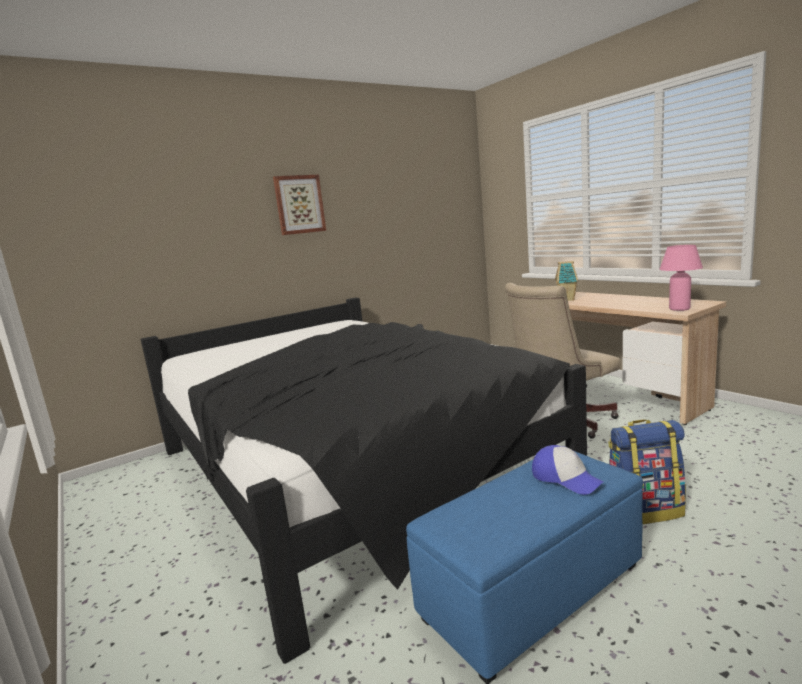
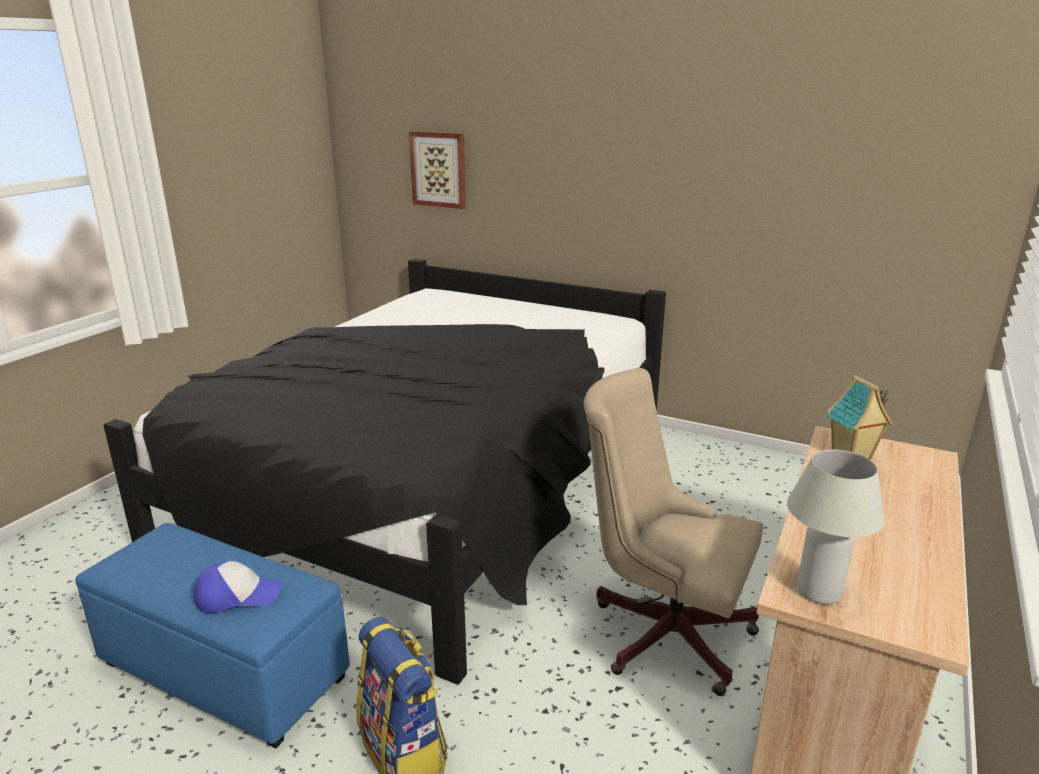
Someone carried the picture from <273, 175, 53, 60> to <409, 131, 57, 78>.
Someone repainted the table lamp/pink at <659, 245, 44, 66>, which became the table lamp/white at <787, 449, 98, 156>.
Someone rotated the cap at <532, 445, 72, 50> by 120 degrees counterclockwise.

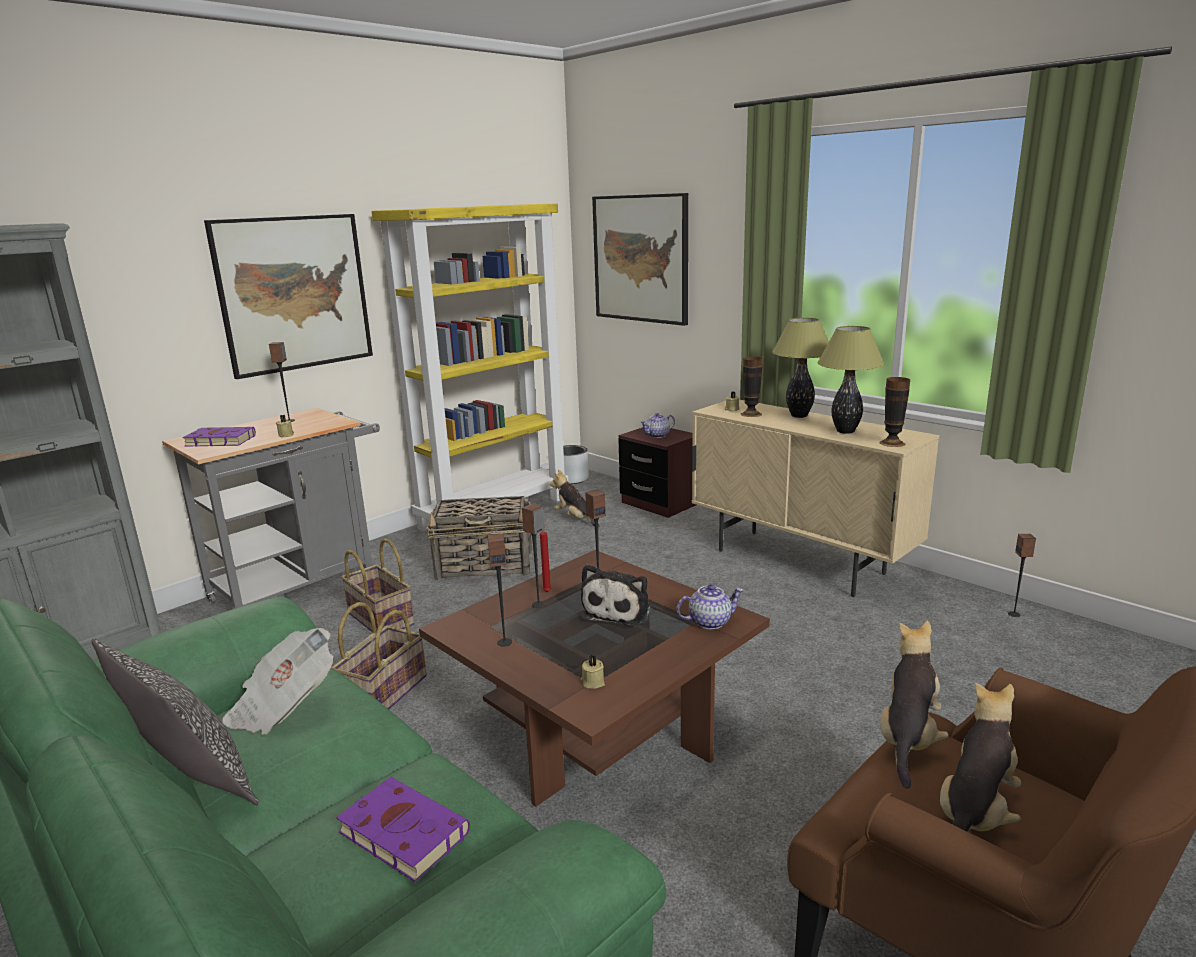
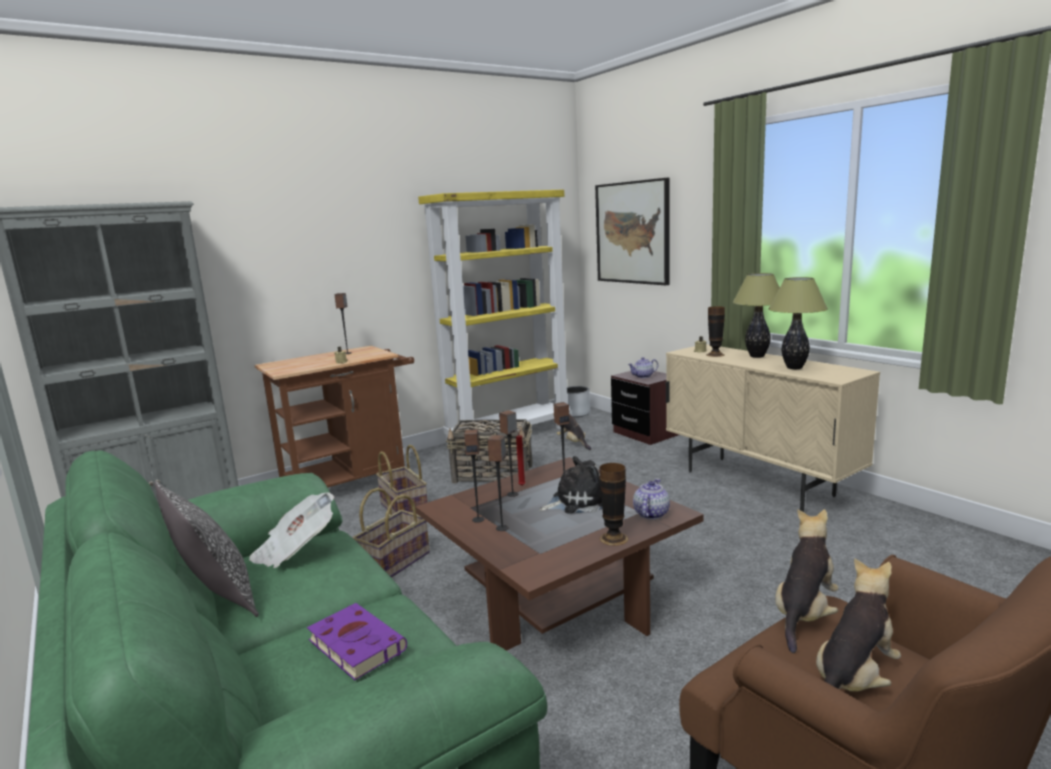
Someone took away the book/purple at <182, 427, 74, 20>.
Someone took away the picture at <204, 214, 169, 165>.
Someone took away the candle/beige at <581, 655, 24, 34>.
Someone carried the vase from <879, 377, 31, 70> to <599, 463, 30, 83>.
Someone carried the speaker from <1008, 534, 28, 83> to <487, 435, 21, 96>.
Someone repainted the cart/grey at <162, 408, 218, 201>, which became the cart/brown at <255, 346, 159, 141>.
Someone rotated the plush toy at <580, 564, 71, 63> by 135 degrees counterclockwise.
Someone rotated the teapot at <677, 584, 67, 45> by 60 degrees counterclockwise.

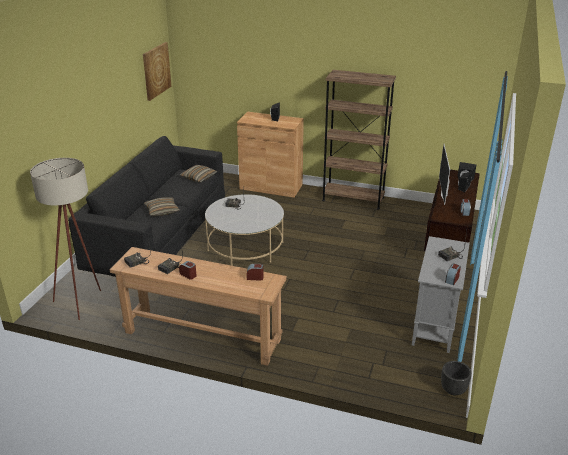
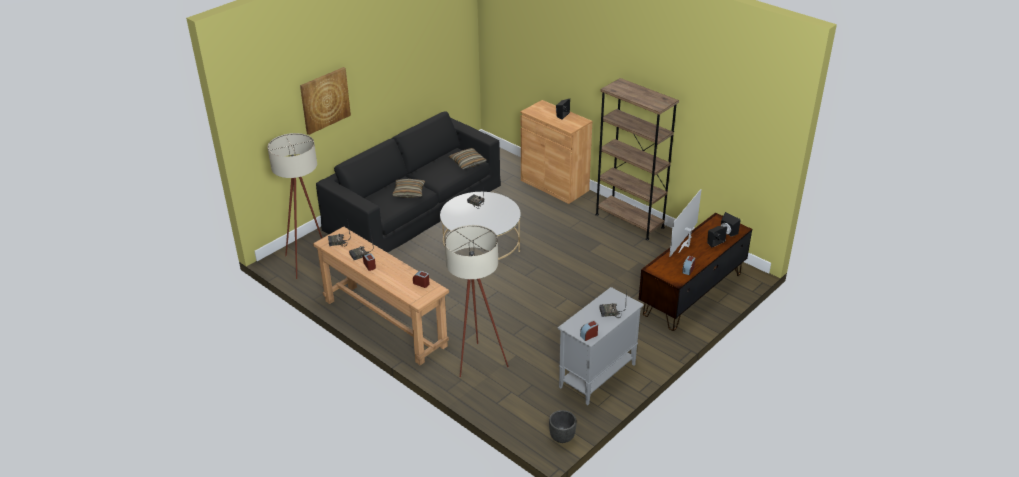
Someone put down the floor lamp/beige at <445, 225, 64, 153>.
Someone carried the picture from <143, 42, 28, 59> to <300, 67, 51, 68>.

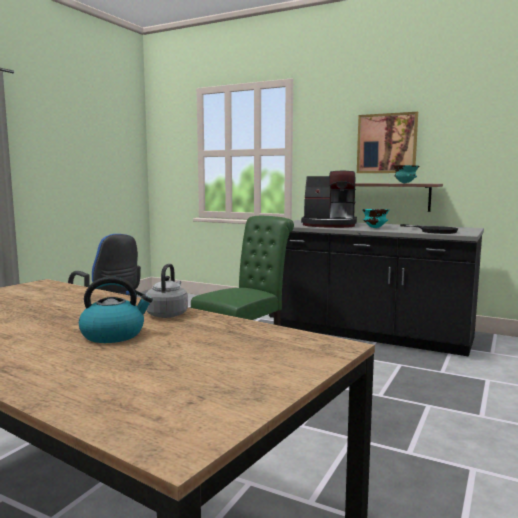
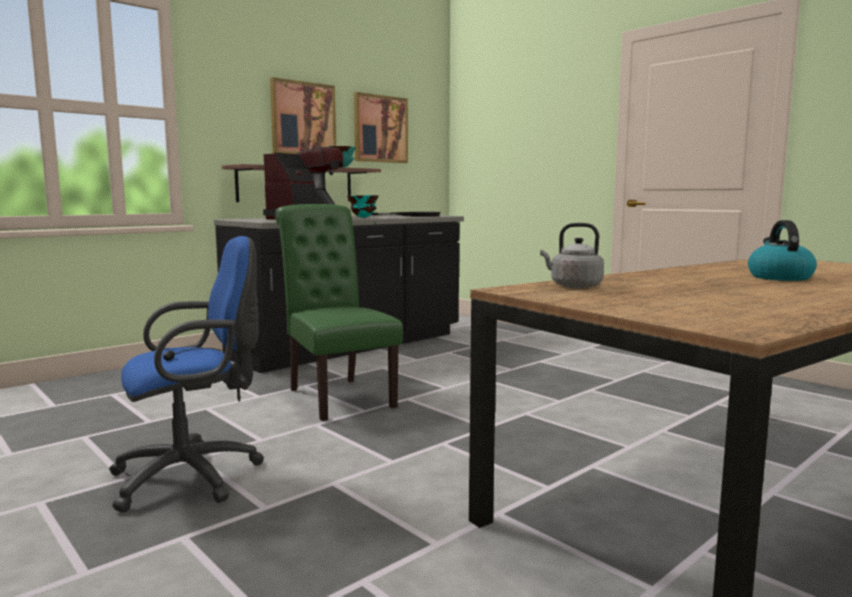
Someone put up the picture at <354, 92, 54, 71>.
Someone carried the kettle/grey from <146, 264, 42, 54> to <540, 223, 64, 65>.

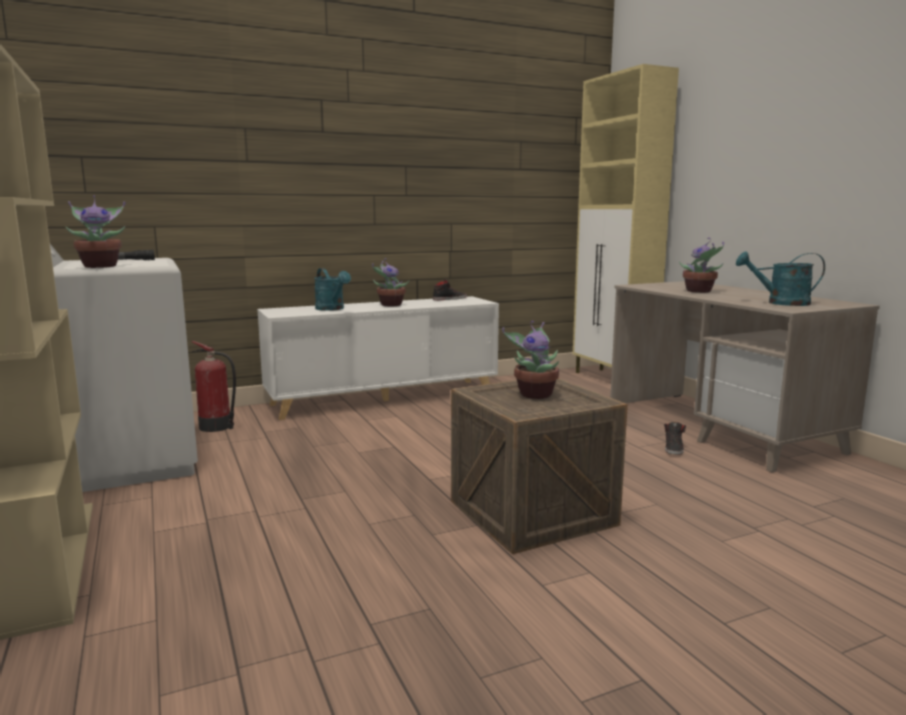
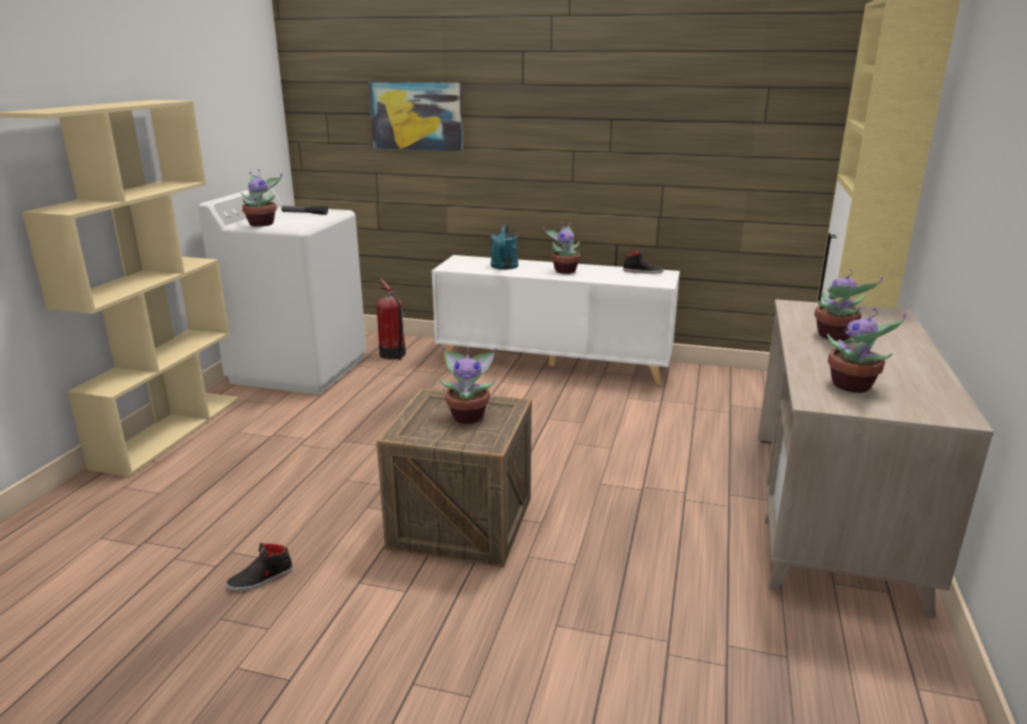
Someone put up the picture at <368, 82, 95, 70>.
Someone carried the shoe/black from <664, 422, 22, 33> to <226, 543, 67, 48>.
Someone swapped the watering can/turquoise at <736, 251, 89, 55> for the potted plant at <827, 308, 79, 85>.

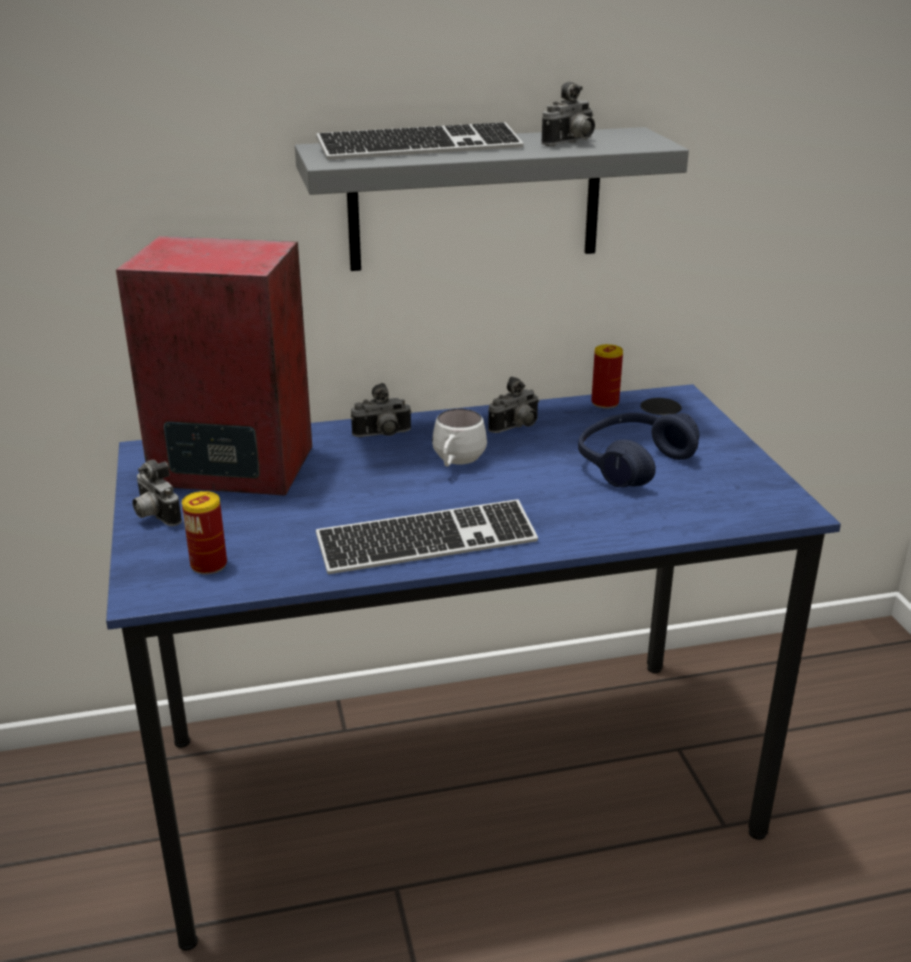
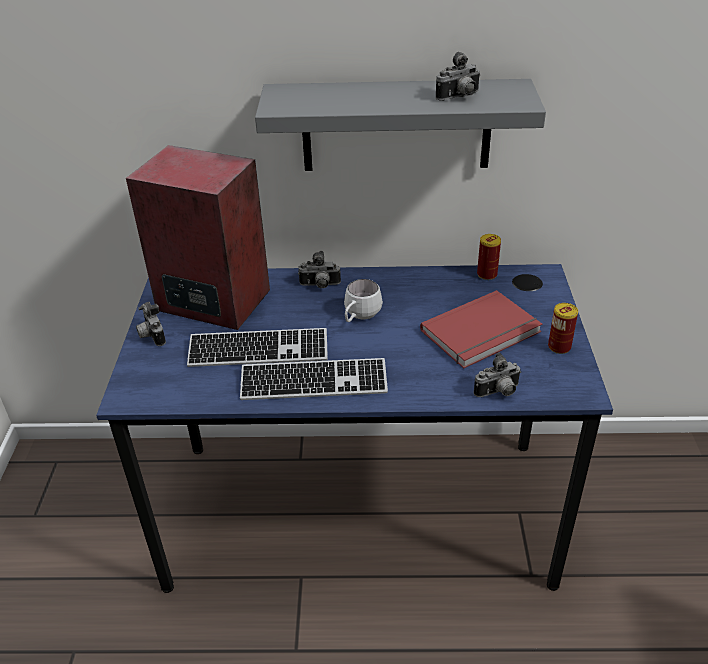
Someone carried the can from <182, 491, 45, 83> to <548, 303, 30, 51>.
Someone carried the keyboard from <316, 122, 208, 38> to <187, 328, 141, 39>.
Someone carried the photo camera from <488, 376, 52, 57> to <473, 352, 48, 45>.
Someone swapped the headphones/blue at <578, 413, 121, 74> for the book/red at <420, 290, 122, 78>.

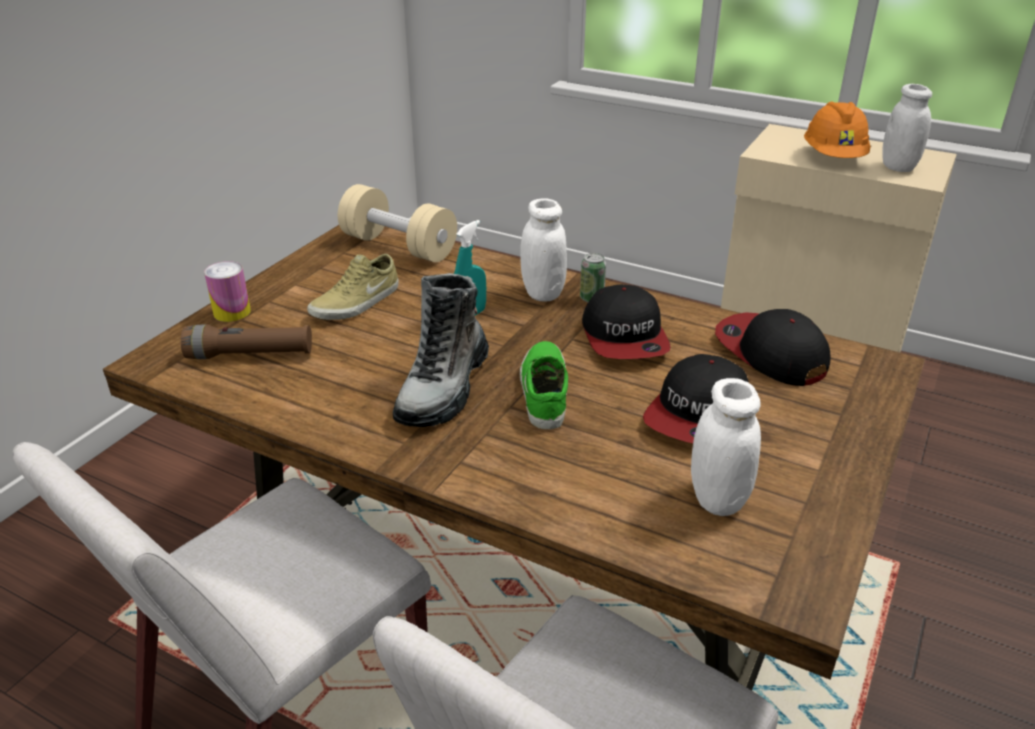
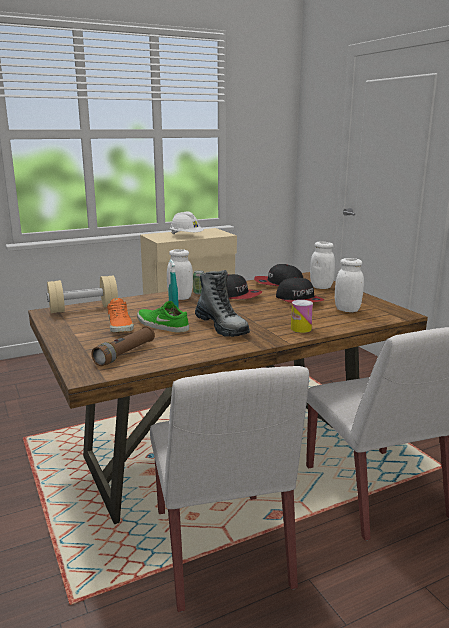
Someone carried the can from <204, 261, 47, 61> to <291, 300, 22, 33>.
Someone carried the shoe/green from <520, 341, 48, 88> to <137, 301, 52, 32>.
Someone carried the jar/white from <882, 84, 50, 88> to <310, 241, 25, 48>.
Someone repainted the shoe/beige at <307, 254, 92, 66>, which became the shoe/orange at <107, 298, 27, 34>.
Someone repainted the hard hat/orange at <804, 101, 67, 57>, which became the hard hat/white at <170, 211, 34, 24>.

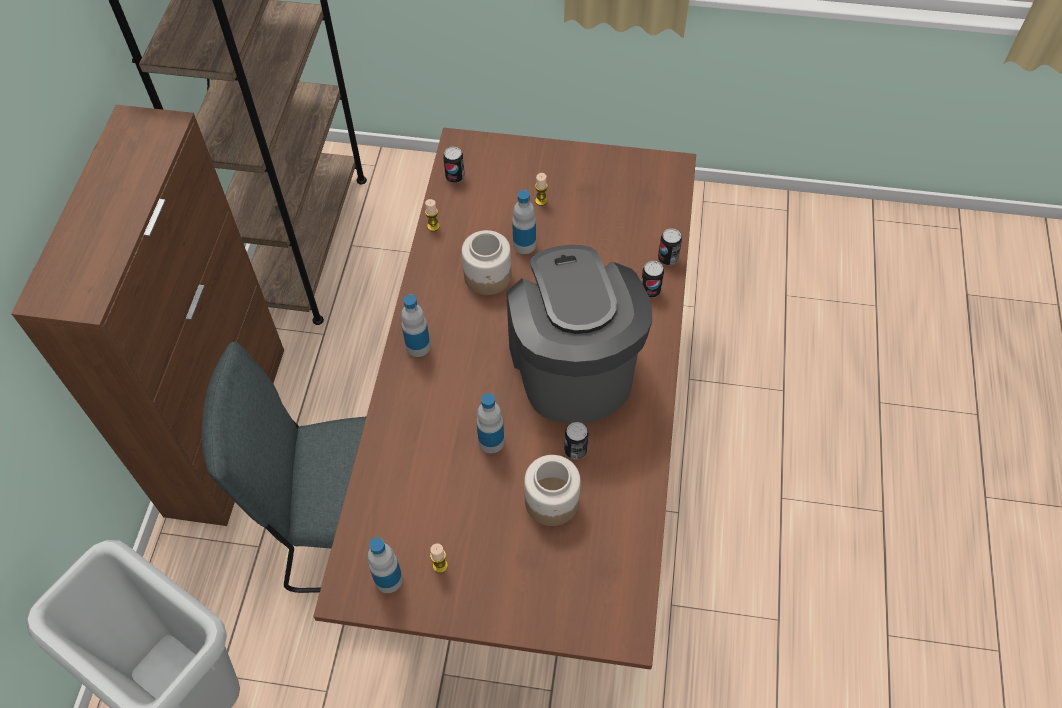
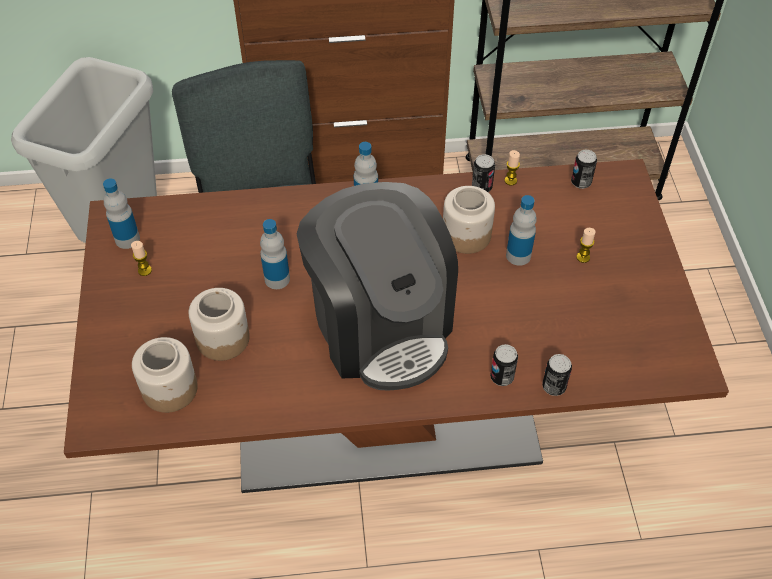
Someone put down the jar at <132, 337, 66, 76>.
Someone carried the can from <564, 422, 25, 38> to <472, 154, 23, 38>.
Someone rotated the coffee machine at <506, 245, 146, 179> by 90 degrees clockwise.

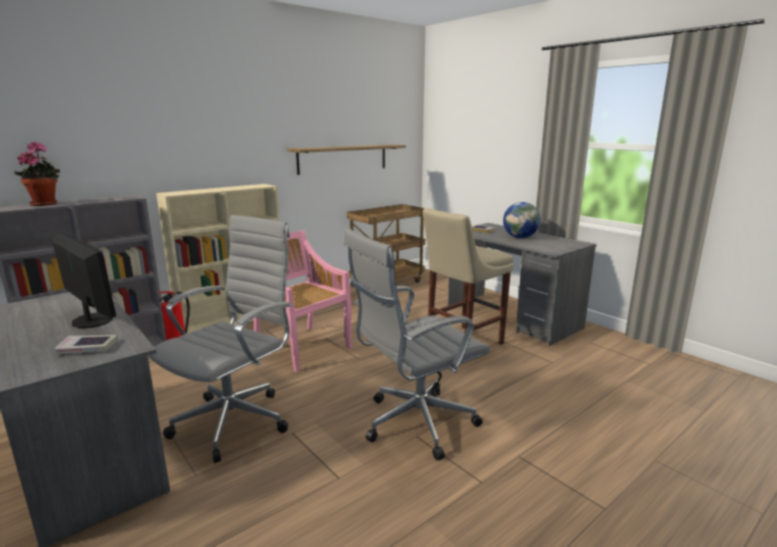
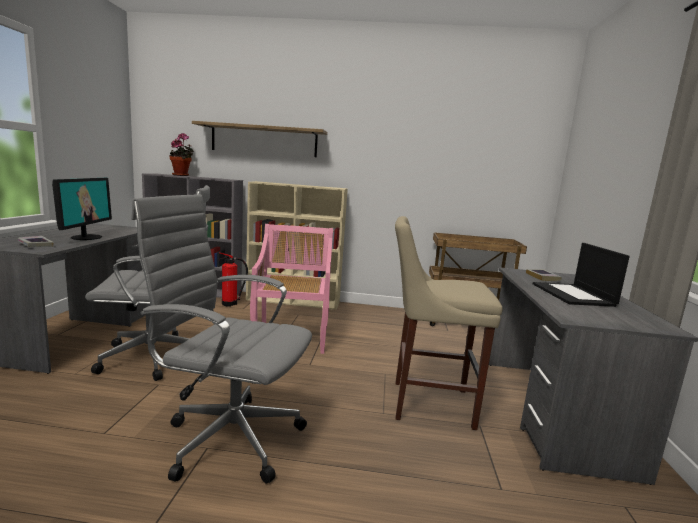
Someone carried the shelf from <287, 144, 119, 31> to <192, 121, 135, 36>.
Someone swapped the globe at <503, 202, 38, 36> for the laptop at <533, 243, 97, 64>.

